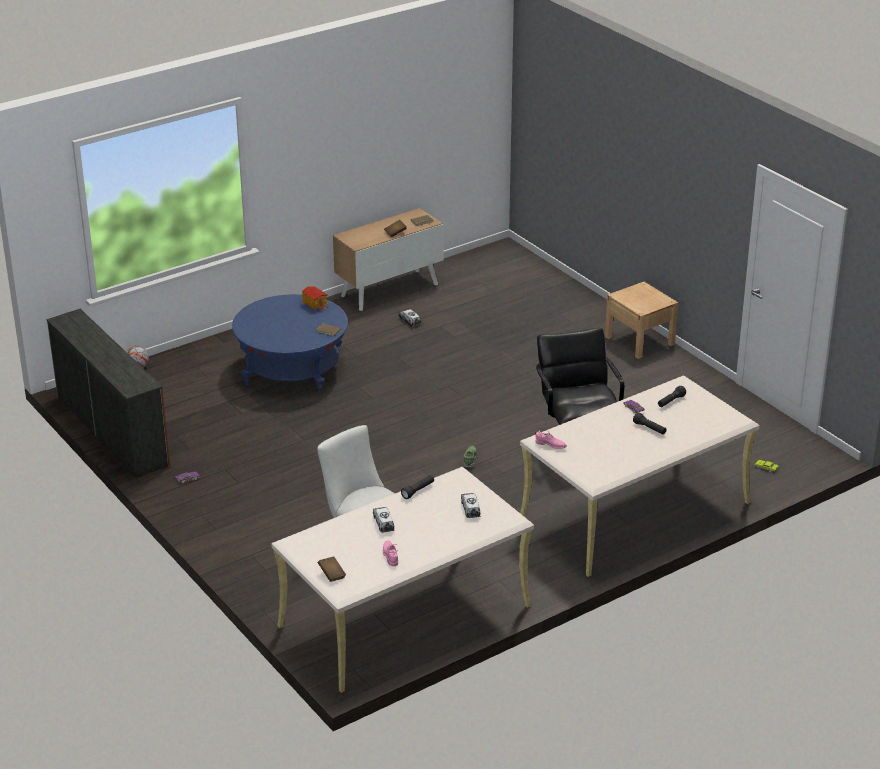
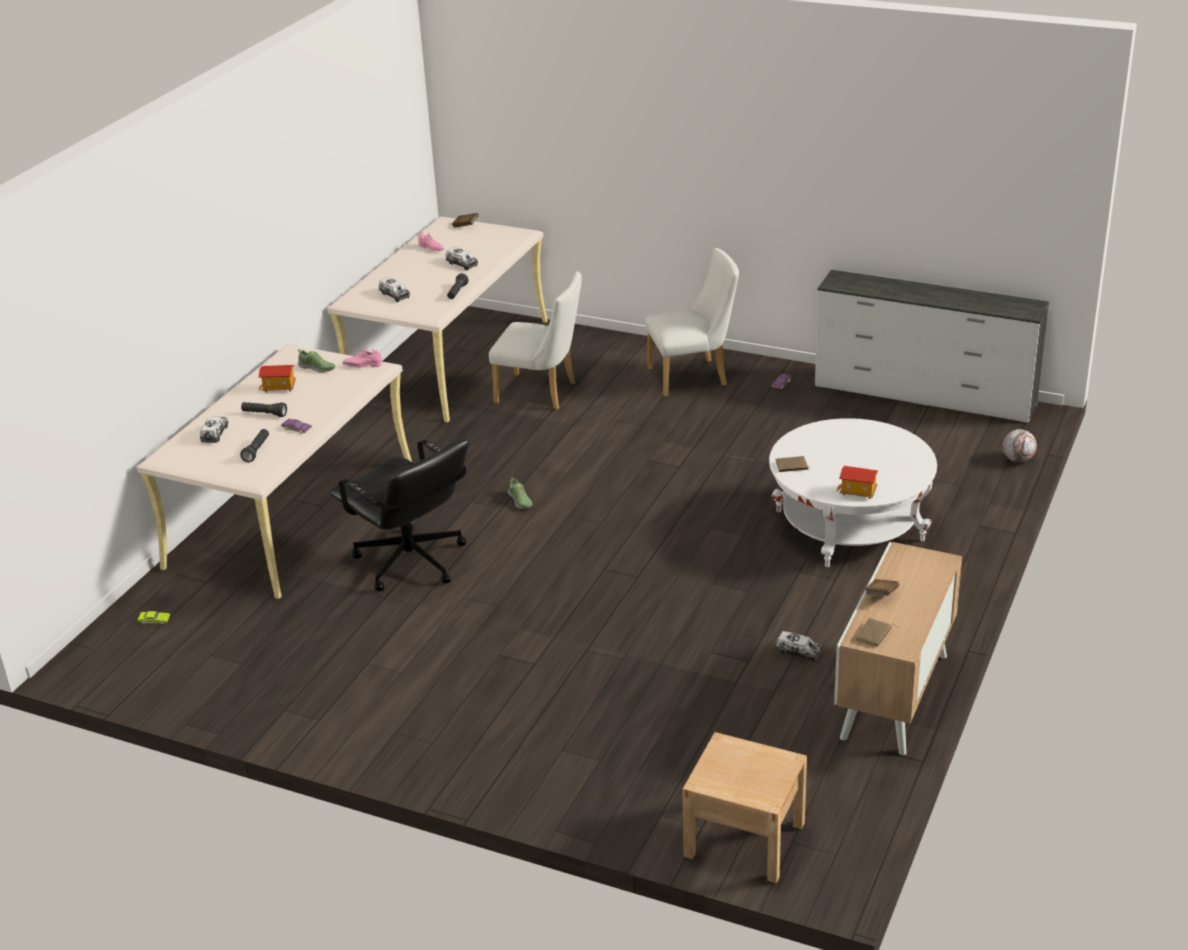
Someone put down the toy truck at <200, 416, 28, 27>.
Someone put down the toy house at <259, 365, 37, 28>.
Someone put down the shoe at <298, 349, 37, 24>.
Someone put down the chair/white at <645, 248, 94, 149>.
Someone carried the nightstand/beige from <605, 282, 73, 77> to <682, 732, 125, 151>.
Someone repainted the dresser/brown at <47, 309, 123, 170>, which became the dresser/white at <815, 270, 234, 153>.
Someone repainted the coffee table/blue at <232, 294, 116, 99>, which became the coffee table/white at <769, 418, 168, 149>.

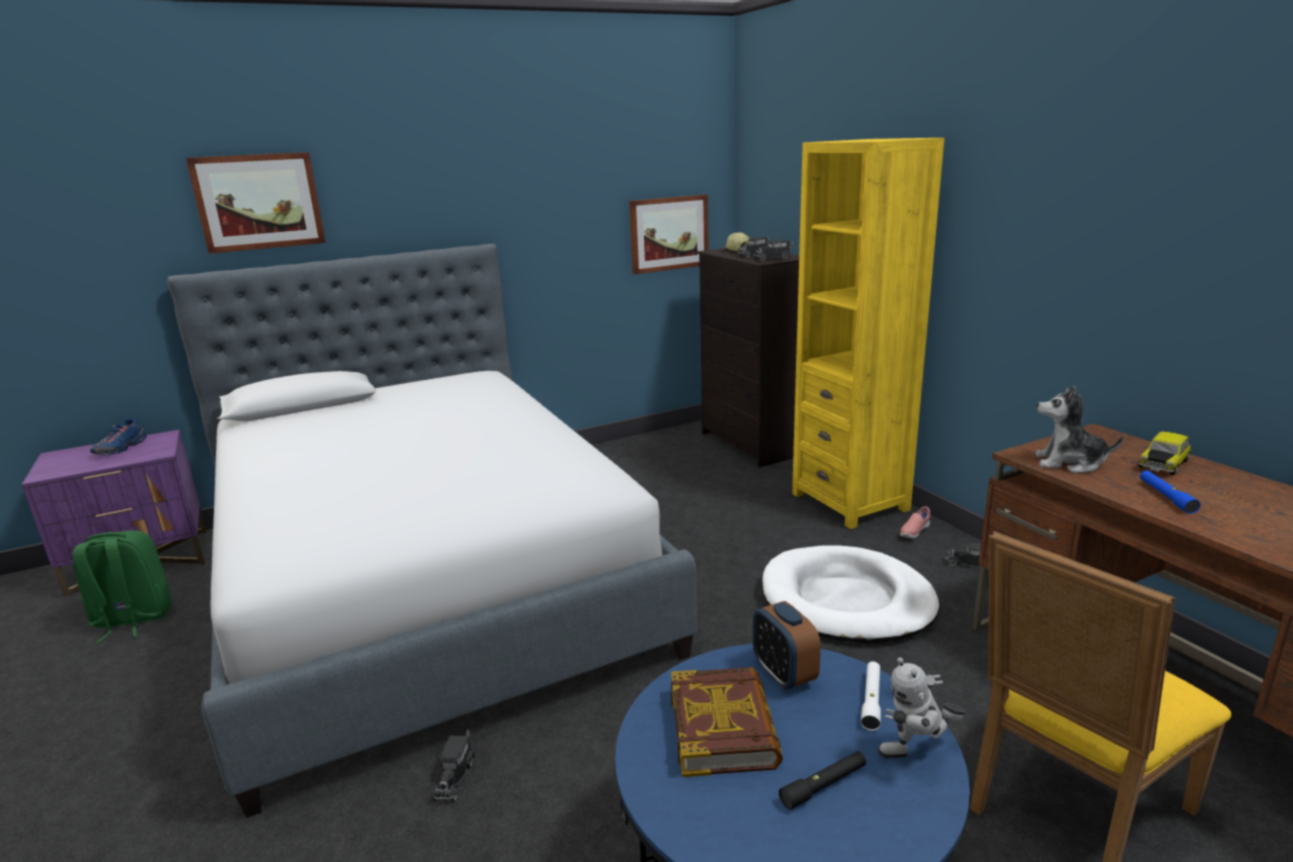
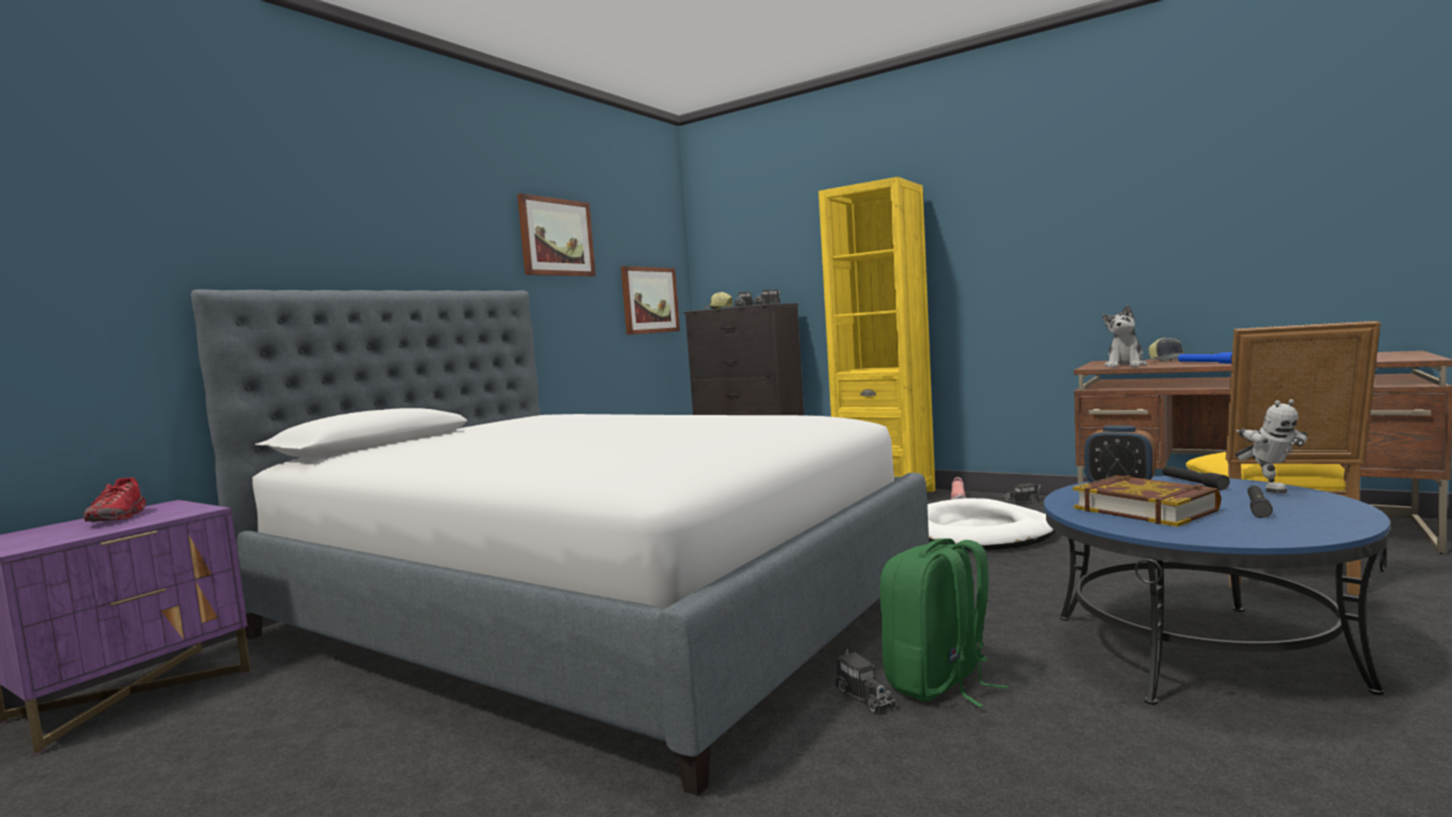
Someone carried the backpack/green from <73, 530, 98, 113> to <880, 538, 128, 170>.
Someone carried the picture from <186, 152, 140, 102> to <517, 193, 79, 84>.
Someone swapped the toy car at <1138, 432, 53, 43> for the cap at <1148, 337, 36, 24>.
Someone repainted the shoe/blue at <90, 418, 57, 37>, which became the shoe/red at <83, 478, 63, 44>.
Someone repainted the flashlight/white at <861, 662, 20, 69>, which became the flashlight/black at <1162, 466, 67, 24>.
Someone rotated the toy robot at <878, 657, 88, 102> by 45 degrees counterclockwise.
Someone rotated the plush toy at <1035, 386, 89, 87> by 45 degrees counterclockwise.

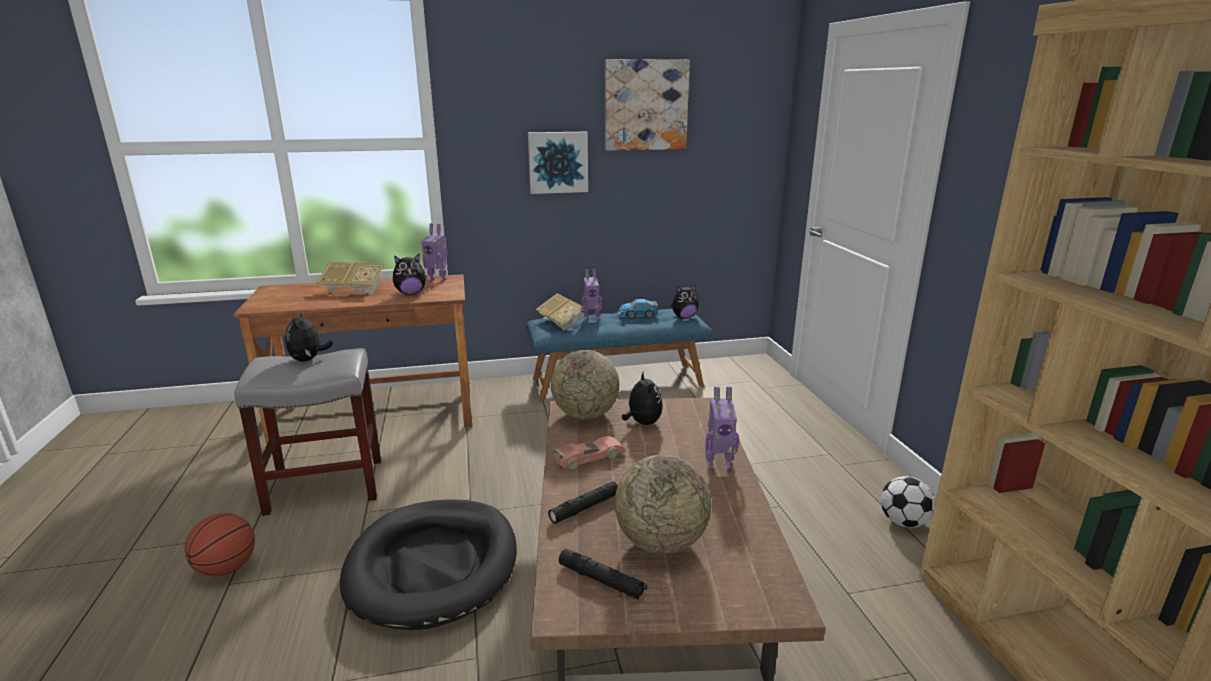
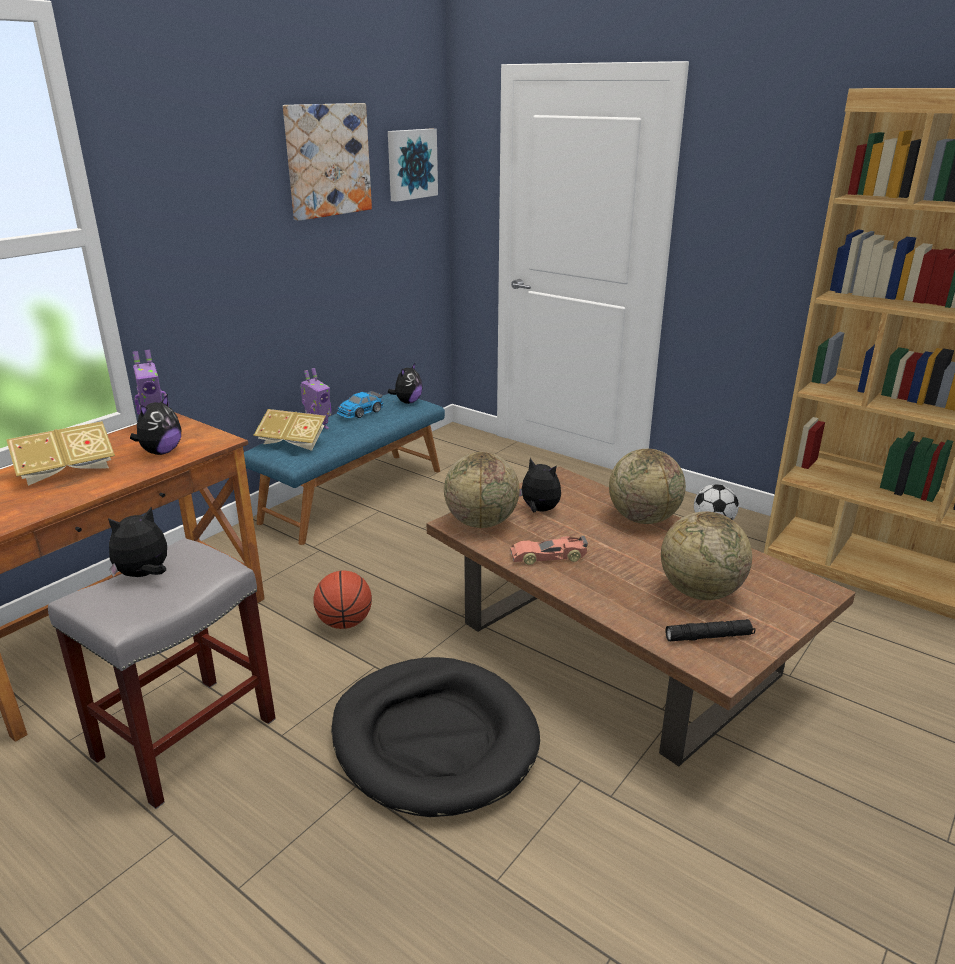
Someone took away the flashlight/black at <548, 481, 70, 43>.
Someone carried the basketball from <185, 513, 70, 64> to <313, 571, 59, 58>.
Someone carried the picture from <528, 132, 60, 62> to <388, 129, 50, 73>.
Someone swapped the toy robot at <705, 386, 34, 82> for the globe at <609, 449, 77, 75>.
Someone rotated the plush toy at <285, 311, 48, 51> by 105 degrees clockwise.
Someone rotated the toy car at <553, 436, 72, 33> by 120 degrees counterclockwise.

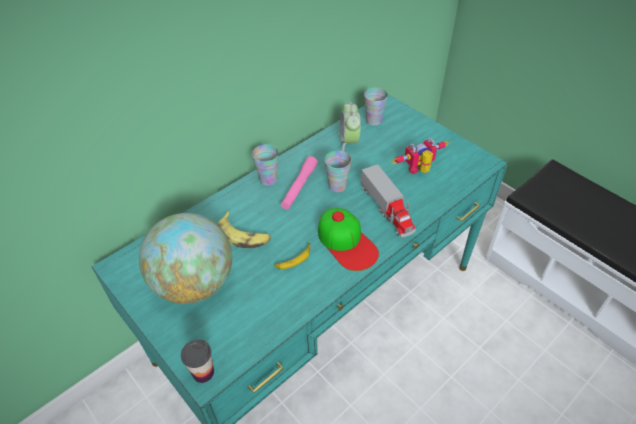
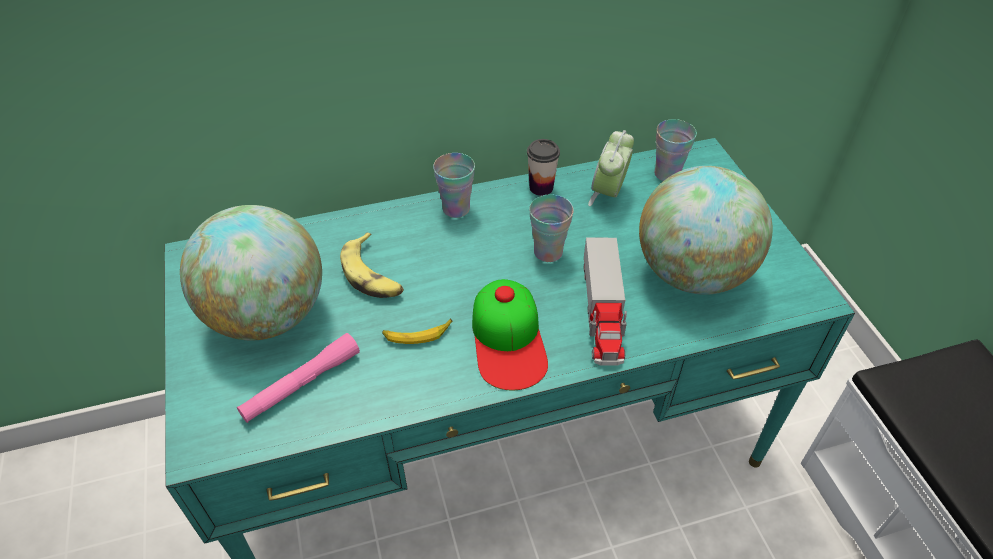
Someone carried the cup from <181, 340, 33, 43> to <527, 139, 33, 57>.
Someone carried the flashlight/pink from <281, 156, 37, 54> to <237, 333, 123, 90>.
Someone swapped the toy robot at <392, 138, 57, 36> for the globe at <639, 166, 133, 129>.

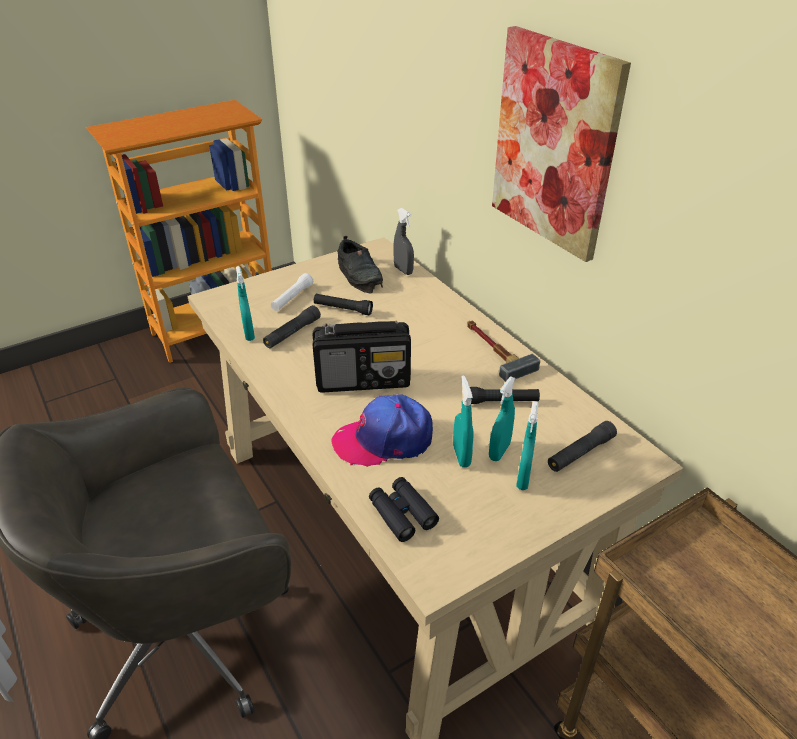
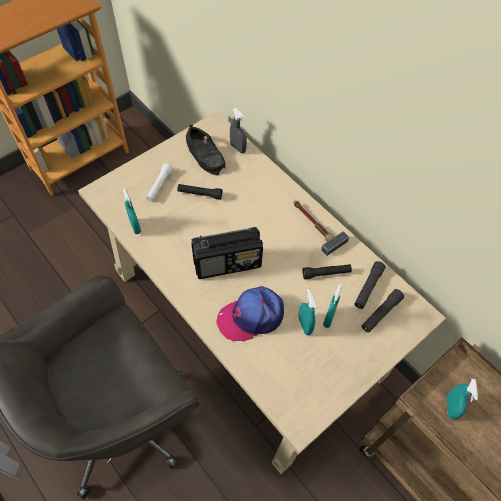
Someone took away the binoculars/black at <369, 477, 70, 65>.
Someone took away the picture at <492, 26, 139, 236>.
Someone carried the flashlight/black from <263, 305, 58, 43> to <354, 261, 32, 48>.
Someone carried the spray bottle/turquoise from <516, 402, 23, 88> to <447, 379, 31, 41>.

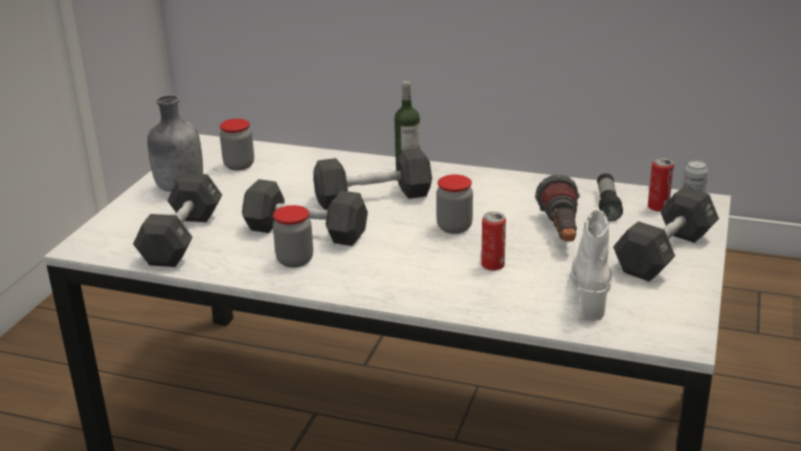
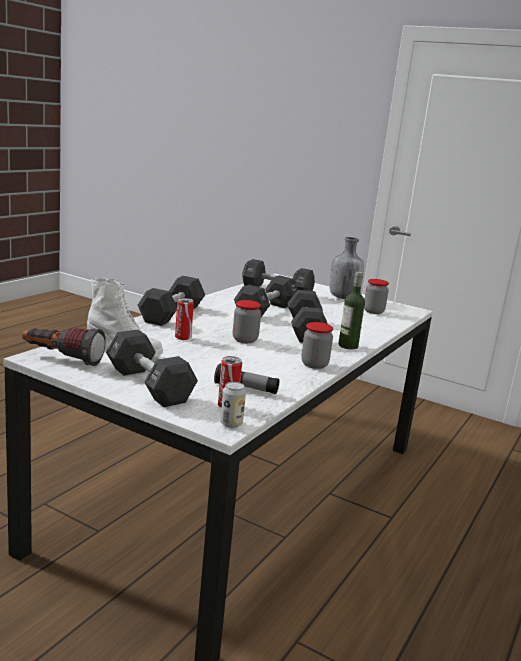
Someone put down the dumbbell/black at <138, 276, 67, 50>.
Someone carried the jar from <273, 205, 40, 63> to <301, 322, 32, 47>.
Someone carried the flashlight from <535, 174, 45, 67> to <22, 328, 84, 38>.

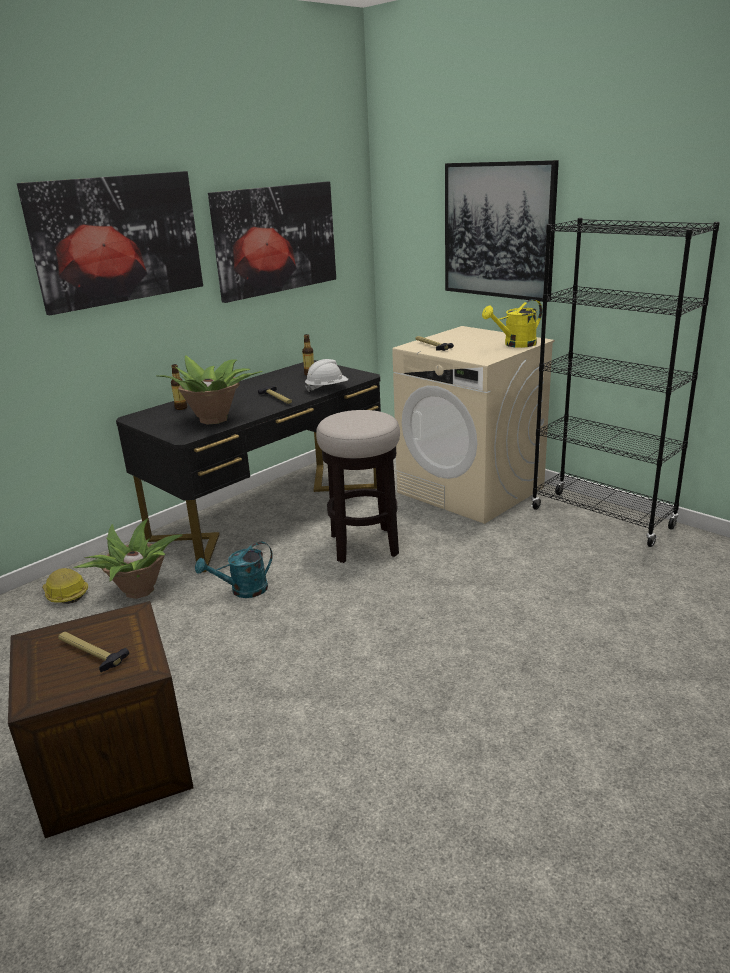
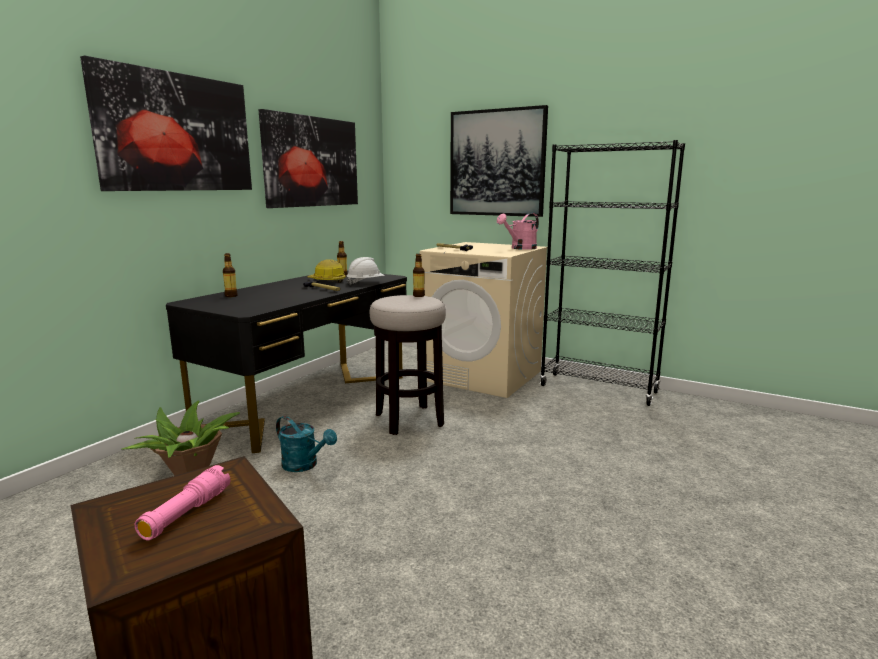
Someone took away the potted plant at <157, 355, 106, 70>.
Someone put down the bottle at <413, 254, 12, 43>.
Someone carried the hard hat from <42, 568, 46, 36> to <307, 259, 39, 24>.
Someone swapped the hammer at <58, 632, 71, 40> for the flashlight/pink at <135, 465, 95, 75>.
Someone repainted the watering can/yellow at <482, 299, 60, 49>, which became the watering can/pink at <497, 213, 42, 37>.
Someone rotated the watering can/turquoise at <195, 542, 78, 56> by 105 degrees counterclockwise.

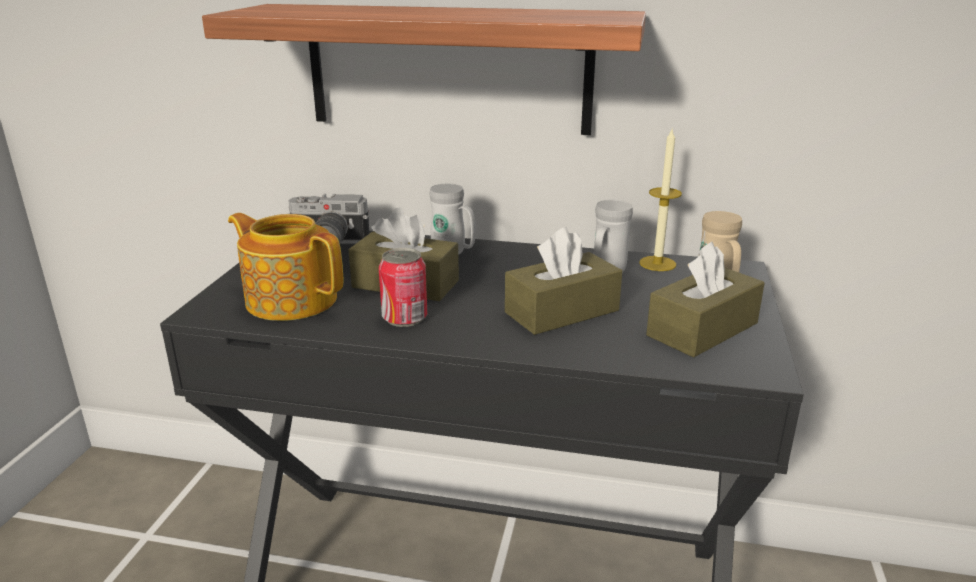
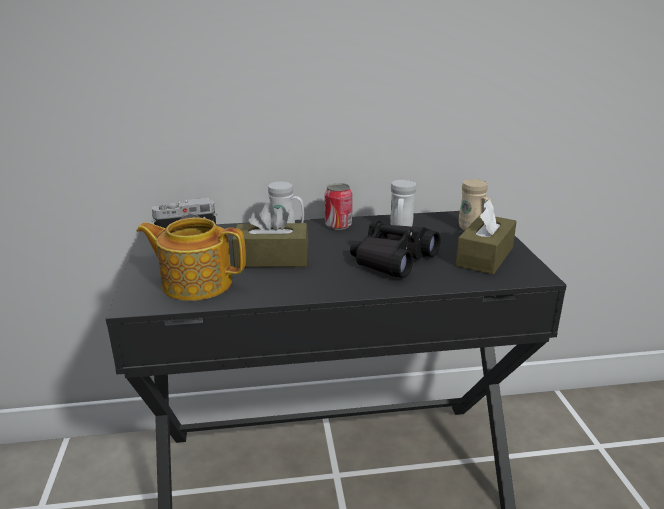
Someone took away the shelf at <202, 4, 444, 131>.
Someone took away the candle at <639, 127, 43, 144>.
Someone carried the can from <379, 248, 48, 79> to <324, 183, 28, 47>.
Someone swapped the tissue box/brown at <505, 227, 117, 108> for the binoculars/black at <350, 220, 91, 58>.

